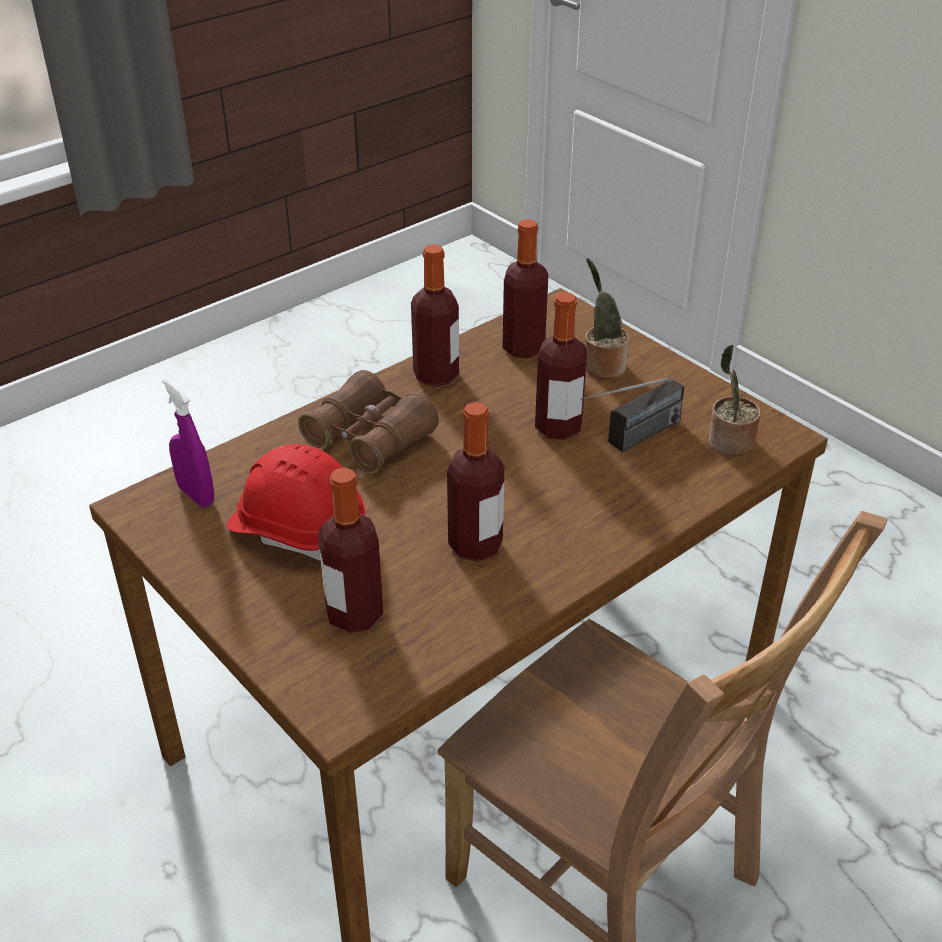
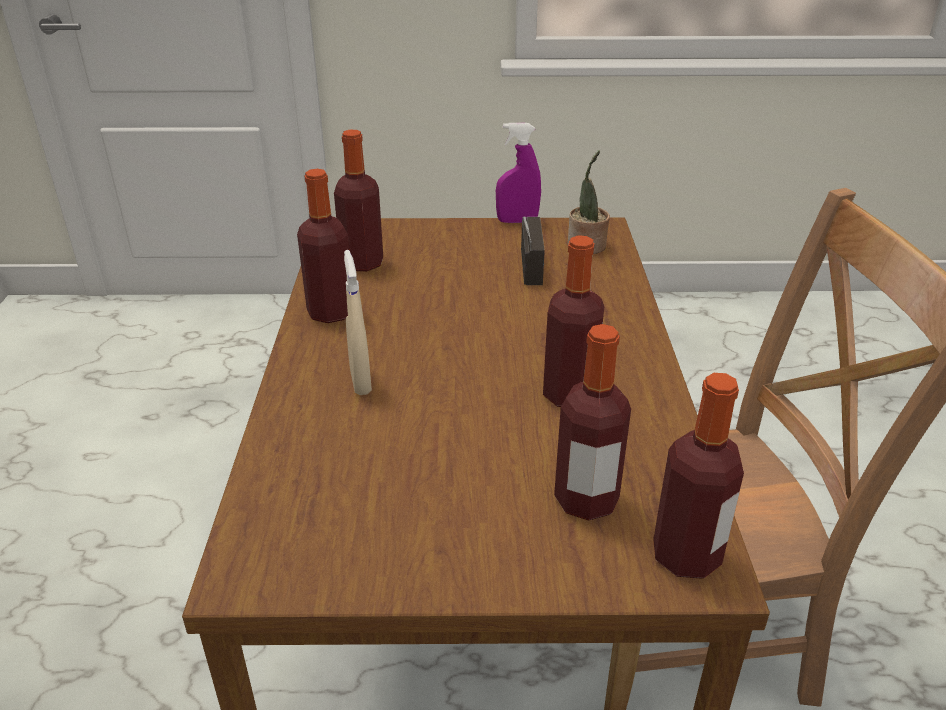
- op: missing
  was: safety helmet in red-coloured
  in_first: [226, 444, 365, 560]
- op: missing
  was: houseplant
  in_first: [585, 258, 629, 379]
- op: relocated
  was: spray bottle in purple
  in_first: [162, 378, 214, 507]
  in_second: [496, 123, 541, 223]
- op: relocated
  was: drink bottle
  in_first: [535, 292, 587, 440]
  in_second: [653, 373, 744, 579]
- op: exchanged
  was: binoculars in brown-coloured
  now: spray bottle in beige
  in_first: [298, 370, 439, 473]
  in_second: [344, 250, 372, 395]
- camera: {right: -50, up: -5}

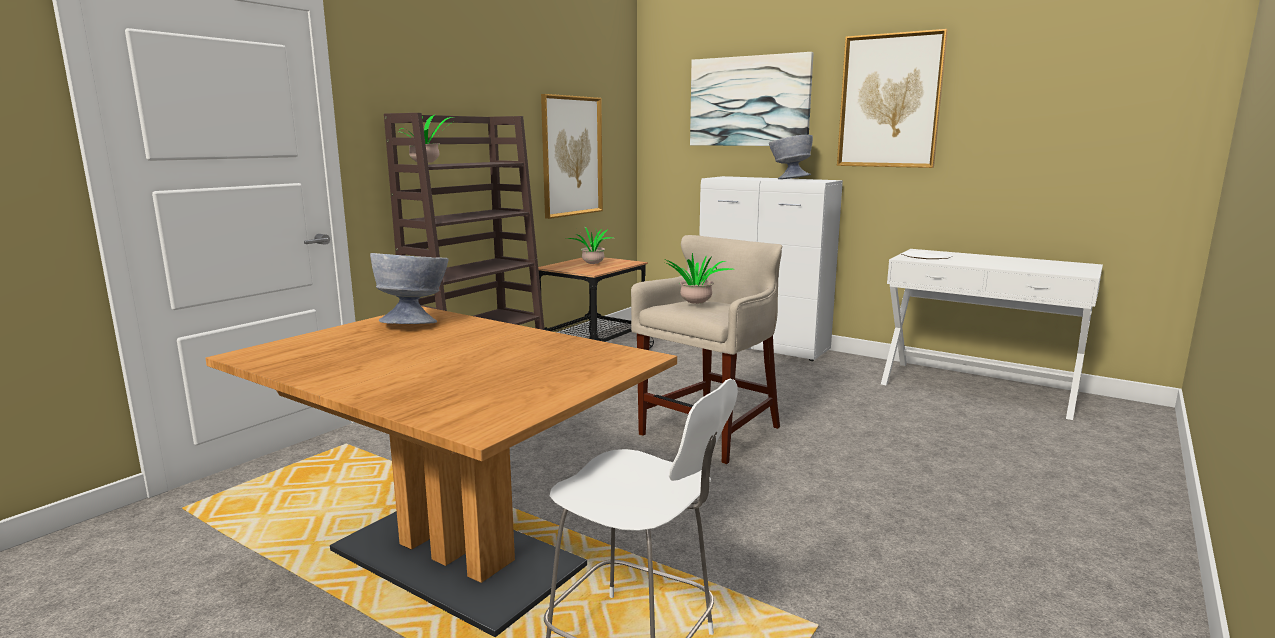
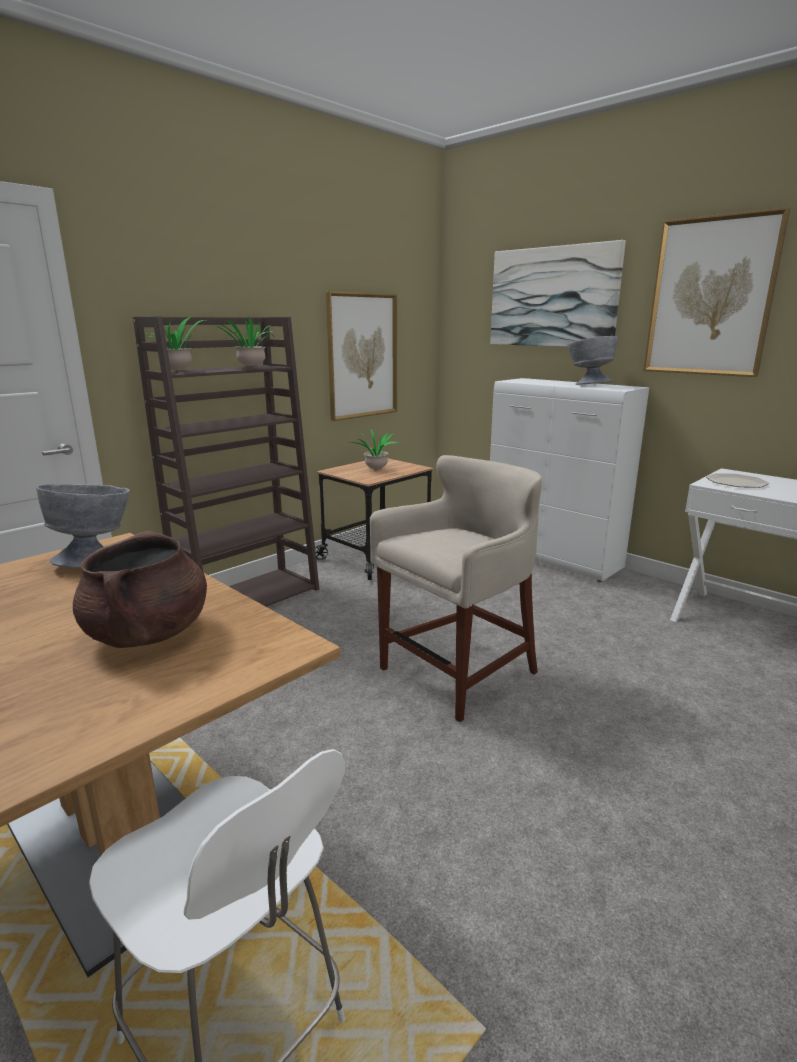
- op: appeared
  now: stockpot in brown-coloured
  in_second: [73, 531, 207, 648]
- op: relocated
  was: houseplant
  in_first: [664, 253, 733, 304]
  in_second: [213, 317, 274, 366]
- camera: {right: 10, up: 5}

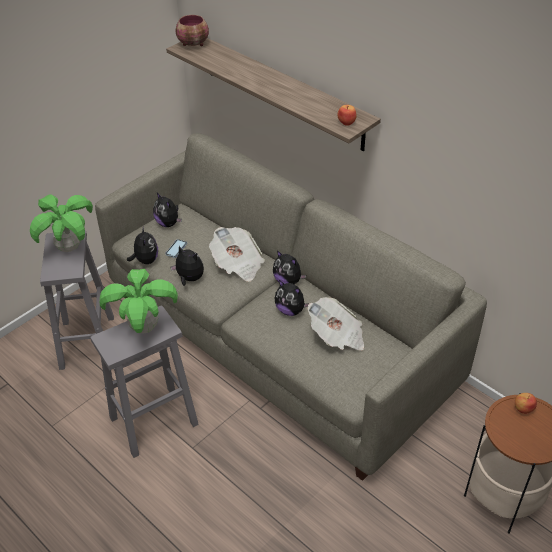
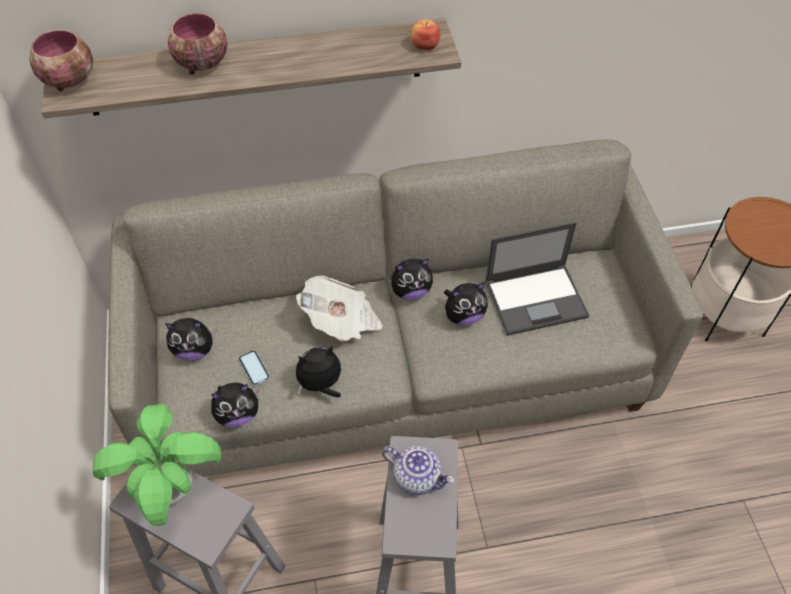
- op: missing
  was: whole apple
  in_first: [515, 393, 537, 414]
- op: appeared
  now: bowl
  in_second: [168, 13, 228, 75]
- op: exchanged
  was: houseplant
  now: pot for tea
  in_first: [100, 269, 178, 333]
  in_second: [382, 446, 454, 495]
- op: exchanged
  was: printed paper
  now: laptop
  in_first: [308, 297, 364, 351]
  in_second: [485, 222, 590, 336]
- op: spun
  was: soft toy
  in_first: [127, 225, 158, 264]
  in_second: [211, 382, 259, 427]
  clockwise: 135
- camera: {right: -55, up: 10}

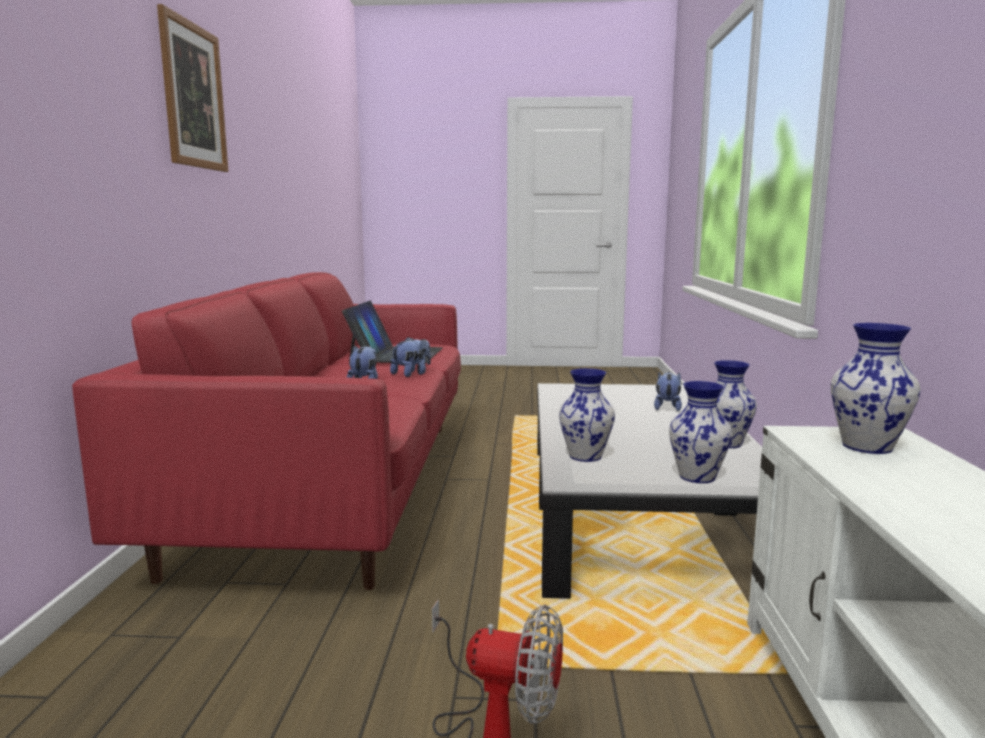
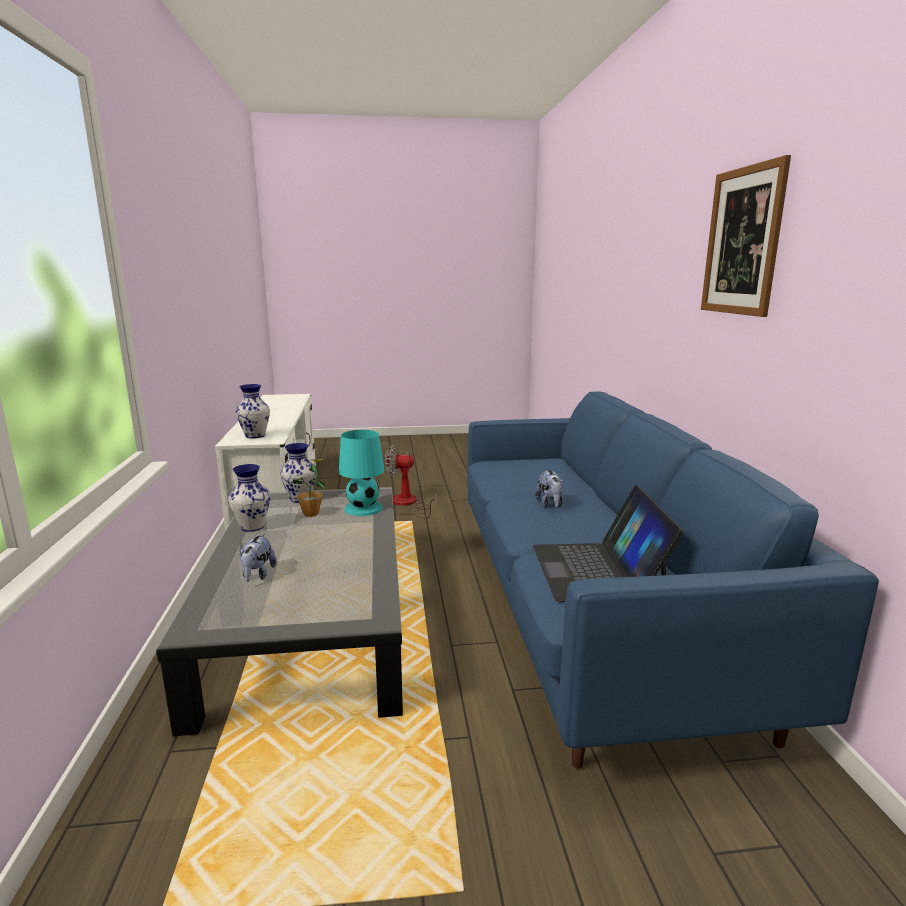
- op: missing
  was: soft toy
  in_first: [390, 337, 431, 377]
- op: appeared
  now: houseplant
  in_second: [291, 459, 326, 517]
- op: exchanged
  was: decorative vase
  now: lamp for a table in turquoise-coloured
  in_first: [559, 368, 615, 462]
  in_second: [339, 430, 384, 516]
- op: colour
  was: couch in red-coloured
  now: couch in blue
  in_first: [72, 272, 461, 590]
  in_second: [467, 391, 879, 768]
- camera: {right: 170, up: 5}

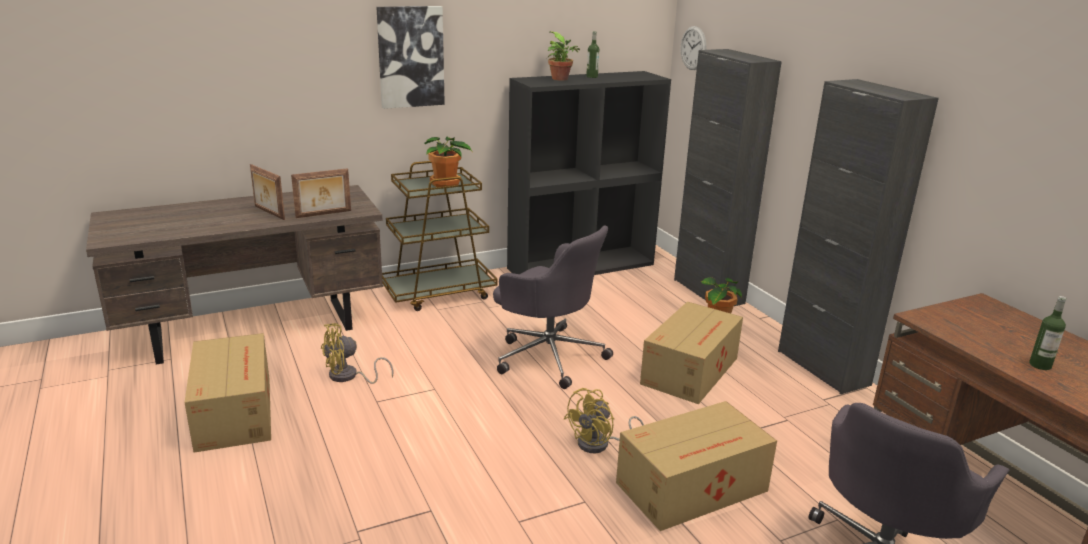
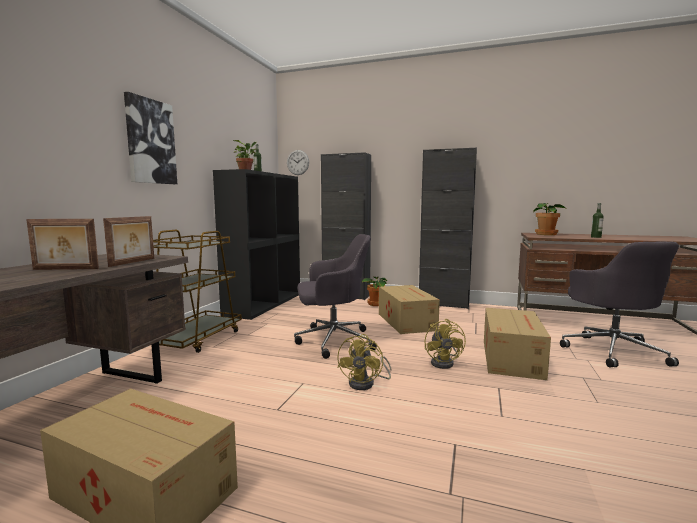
- op: relocated
  was: fan in yellowish
  in_first: [321, 323, 393, 384]
  in_second: [337, 334, 391, 390]
- op: relocated
  was: houseplant
  in_first: [425, 136, 472, 187]
  in_second: [533, 203, 566, 235]
- camera: {right: -45, up: -15}

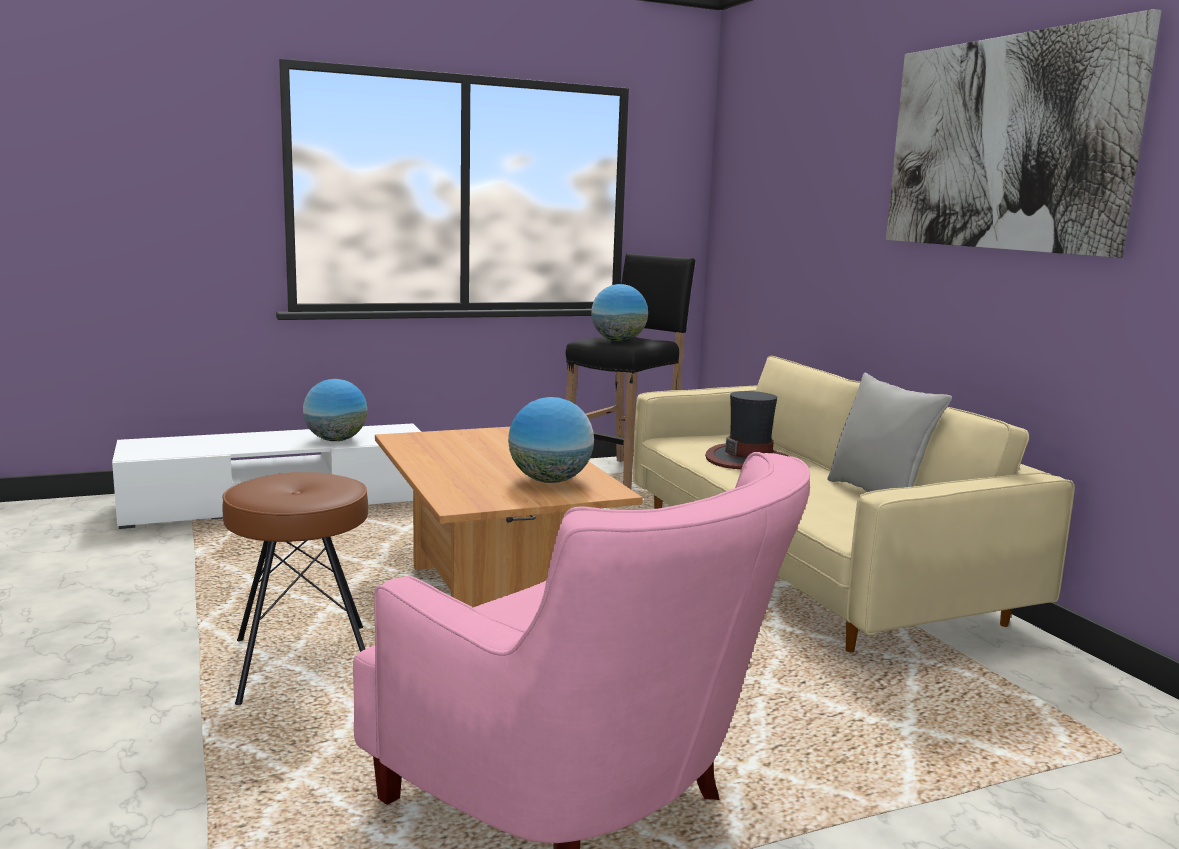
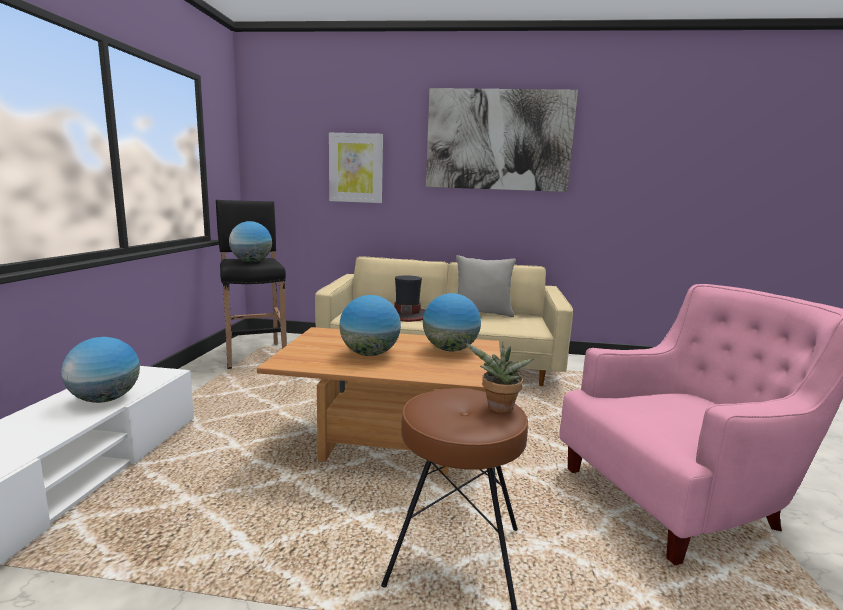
- op: appeared
  now: wall art
  in_second: [329, 133, 383, 203]
- op: appeared
  now: desk globe
  in_second: [339, 295, 401, 356]
- op: appeared
  now: houseplant
  in_second: [465, 342, 533, 413]
- camera: {right: -60, up: 0}

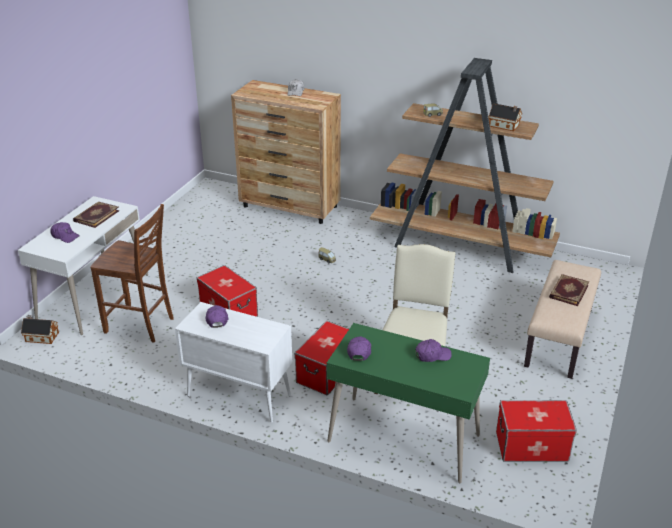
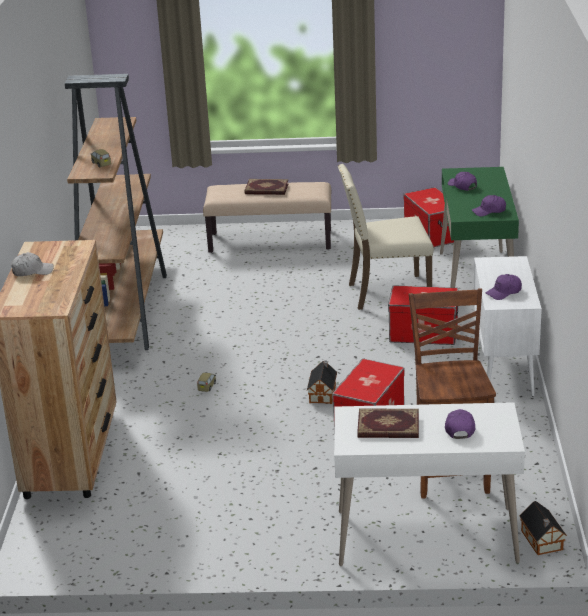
- op: relocated
  was: model house
  in_first: [489, 103, 522, 131]
  in_second: [307, 361, 337, 404]
- camera: {right: -110, up: -5}

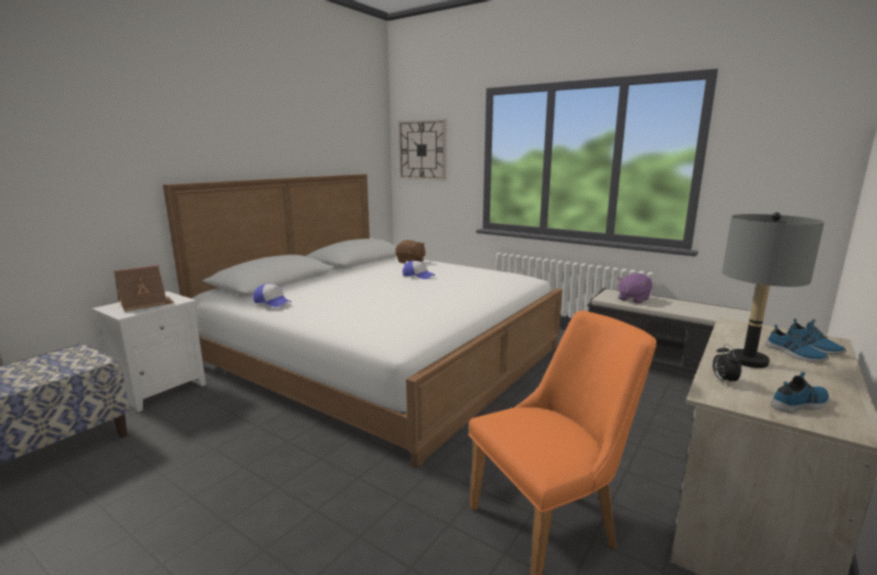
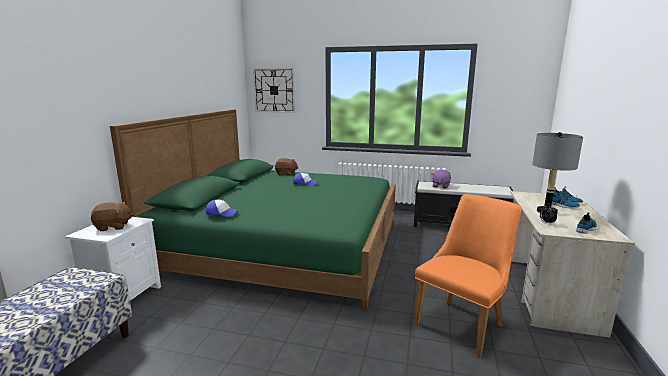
- op: exchanged
  was: model house
  now: soft toy in brown-coloured
  in_first: [114, 265, 175, 312]
  in_second: [91, 202, 134, 231]
- op: colour
  was: bed in white-coloured
  now: bed in greenish
  in_first: [163, 174, 562, 468]
  in_second: [110, 109, 396, 310]
- camera: {right: -20, up: 0}

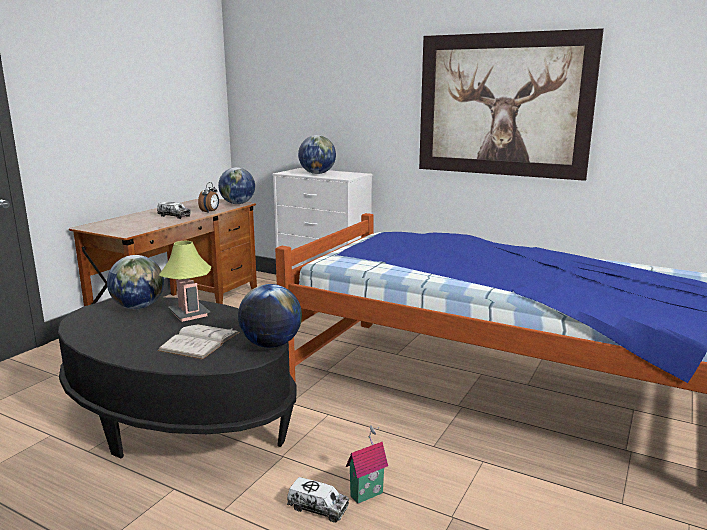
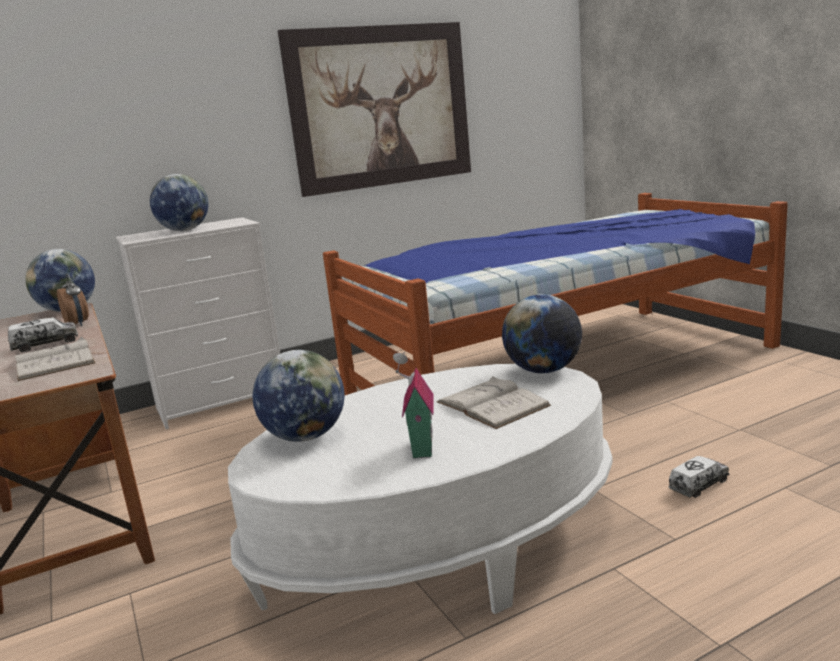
- op: missing
  was: lamp for a table
  in_first: [159, 241, 211, 322]
- op: appeared
  now: bound book in white-coloured
  in_second: [15, 337, 95, 381]
- op: relocated
  was: model house
  in_first: [346, 425, 388, 504]
  in_second: [393, 352, 434, 458]
- op: colour
  was: lounge table in black-coloured
  now: lounge table in white-coloured
  in_first: [58, 297, 297, 458]
  in_second: [228, 364, 613, 614]
- camera: {right: -55, up: 0}

